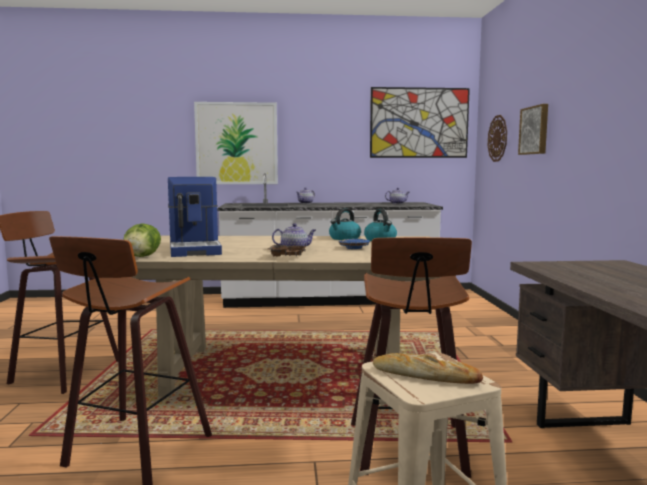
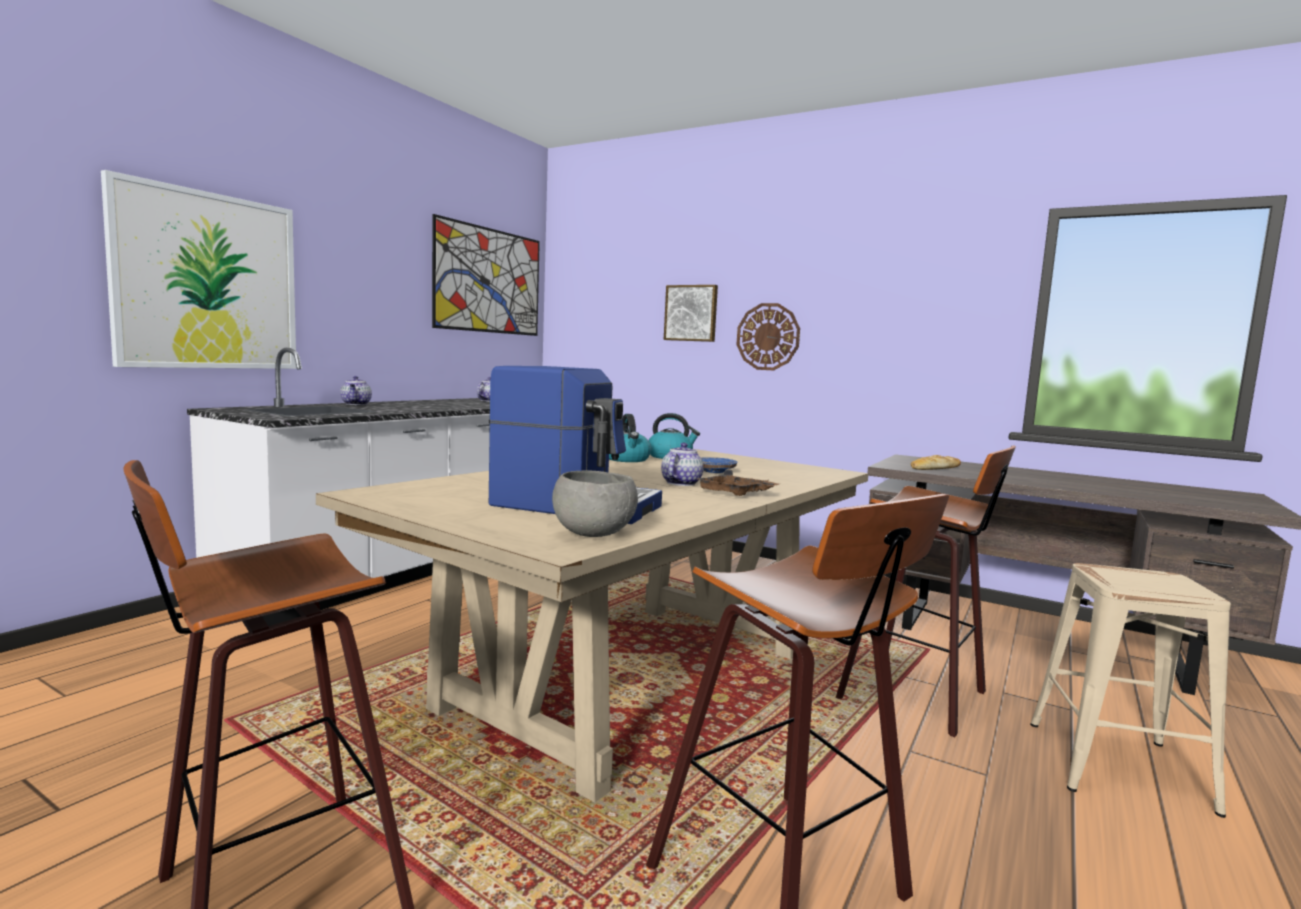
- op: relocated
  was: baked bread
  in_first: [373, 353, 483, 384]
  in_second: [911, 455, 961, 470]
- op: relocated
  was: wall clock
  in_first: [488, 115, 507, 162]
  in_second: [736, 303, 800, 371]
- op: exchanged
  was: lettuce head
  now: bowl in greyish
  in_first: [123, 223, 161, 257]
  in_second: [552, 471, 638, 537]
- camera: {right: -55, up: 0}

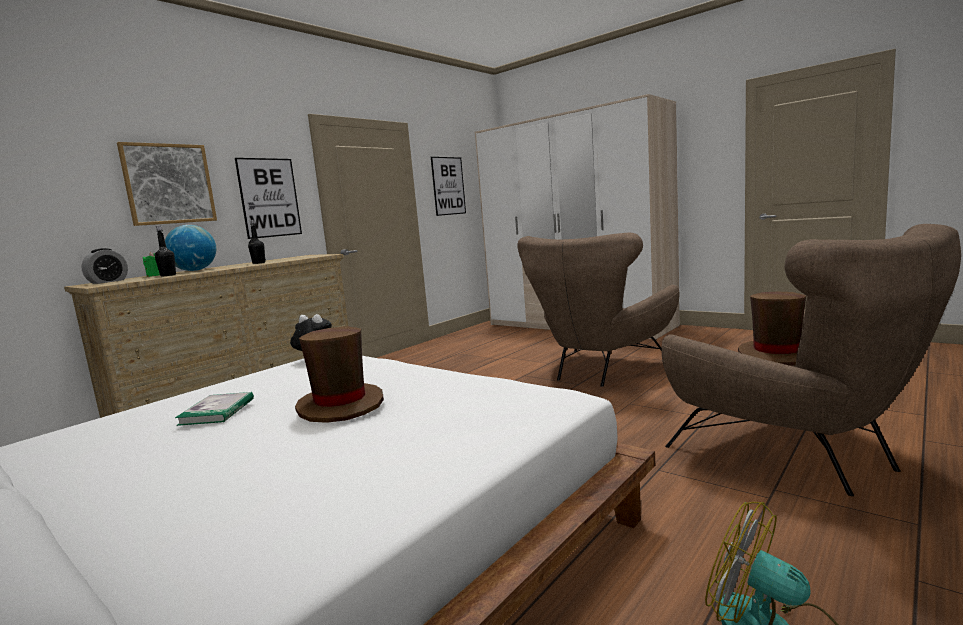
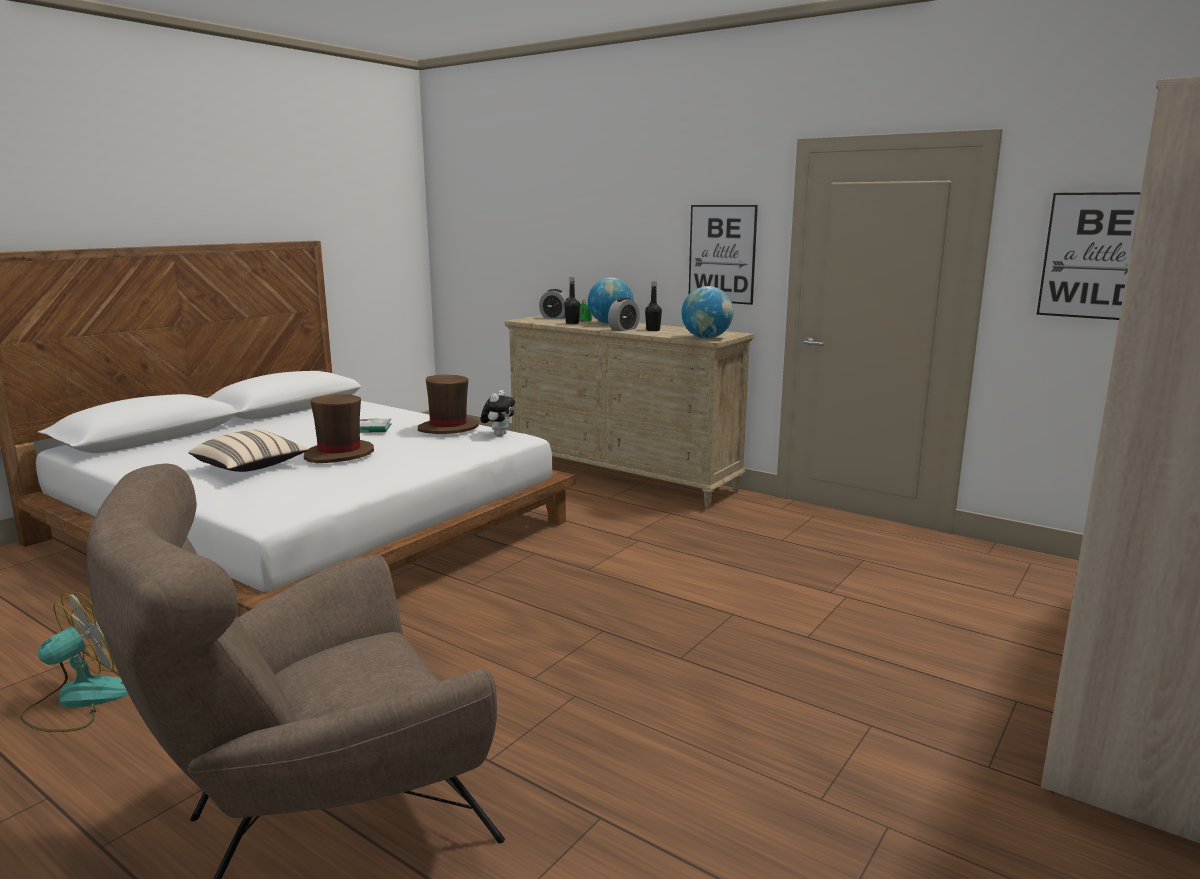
- op: missing
  was: wall art
  in_first: [117, 142, 217, 226]
- op: missing
  was: armchair in brown-coloured
  in_first: [517, 233, 679, 387]
- op: appeared
  now: pillow in beige
  in_second: [188, 430, 310, 472]
- op: appeared
  now: bedside clock
  in_second: [608, 298, 640, 331]
- op: appeared
  now: desk globe
  in_second: [681, 286, 733, 338]
- op: relocated
  was: wearable hat in brown-coloured
  in_first: [738, 292, 806, 366]
  in_second: [418, 374, 478, 434]
- camera: {right: 85, up: 5}

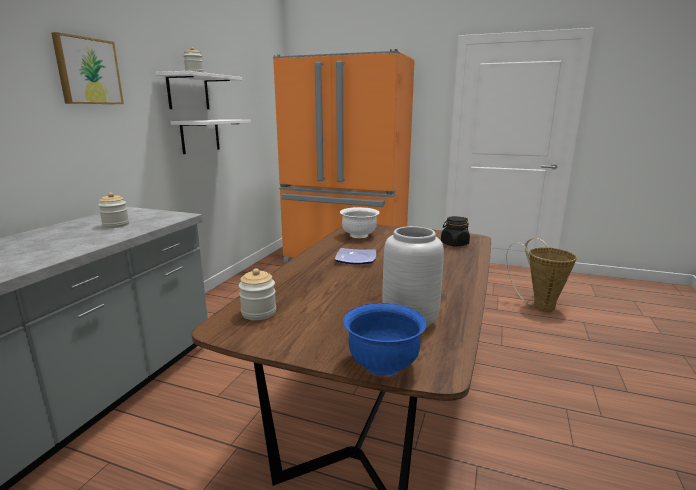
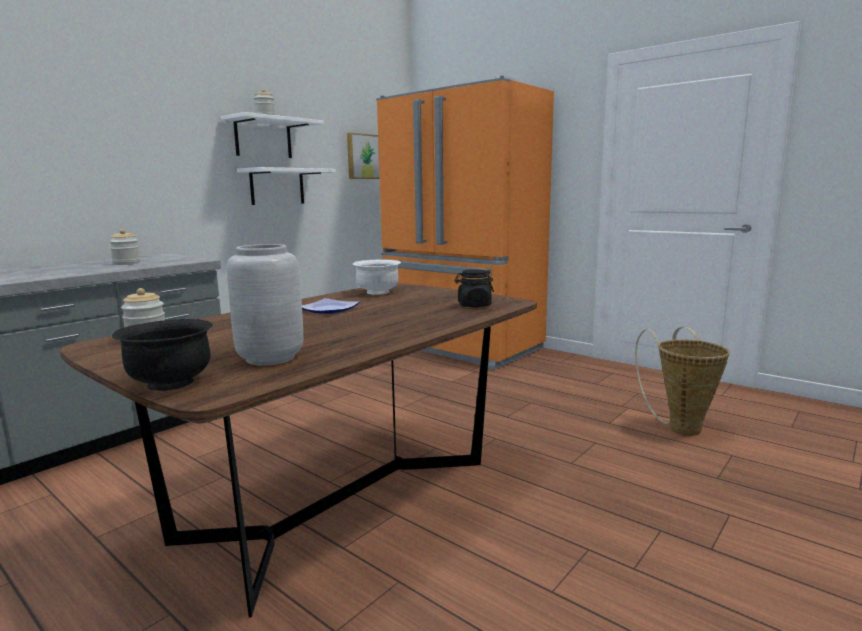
- op: relocated
  was: wall art
  in_first: [51, 32, 124, 104]
  in_second: [347, 133, 380, 179]
- op: colour
  was: bowl in blue
  now: bowl in black-coloured
  in_first: [343, 303, 426, 376]
  in_second: [112, 319, 213, 391]
- camera: {right: 20, up: -5}

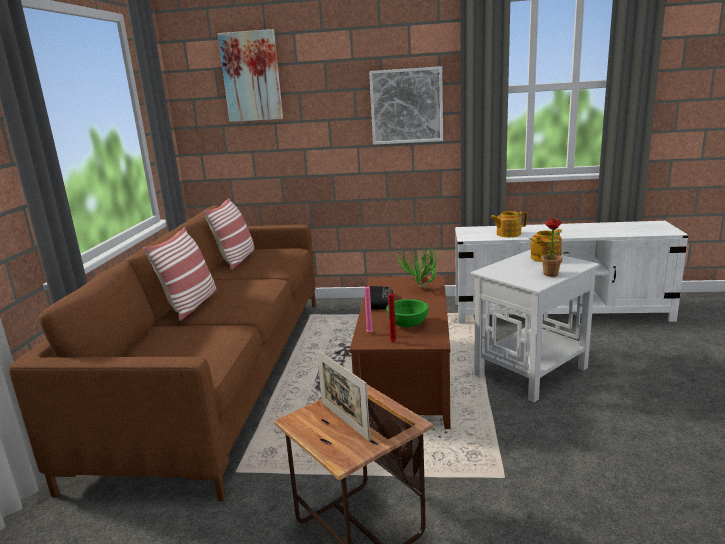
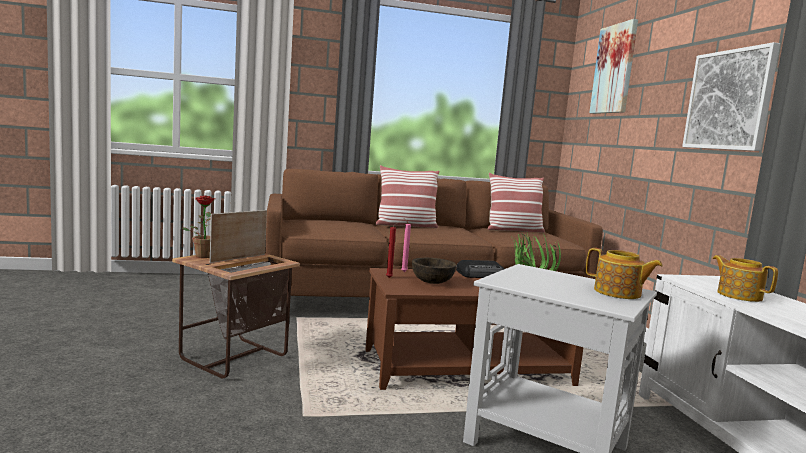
- op: relocated
  was: houseplant
  in_first: [529, 219, 569, 277]
  in_second: [182, 196, 215, 258]
- op: colour
  was: bowl in greenish
  now: bowl in brown-coloured
  in_first: [386, 299, 428, 327]
  in_second: [412, 258, 456, 284]
- camera: {right: 70, up: -10}

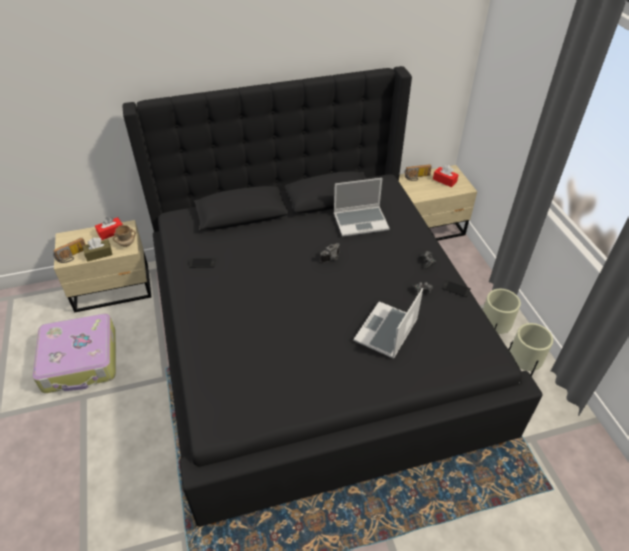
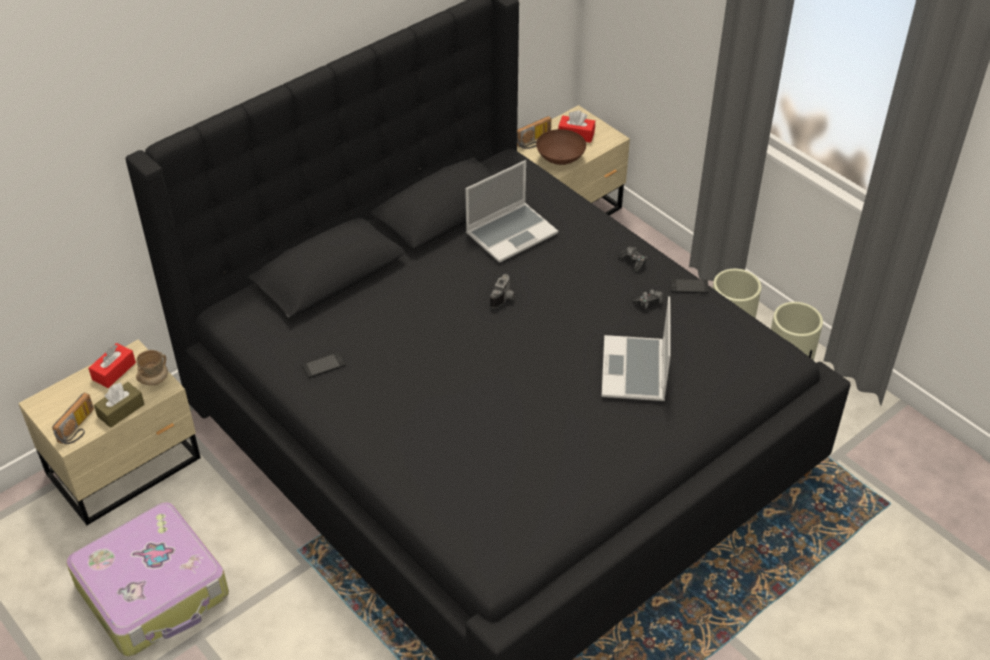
- op: appeared
  now: bowl in brown-coloured
  in_second: [536, 129, 586, 165]
- camera: {right: -25, up: 0}

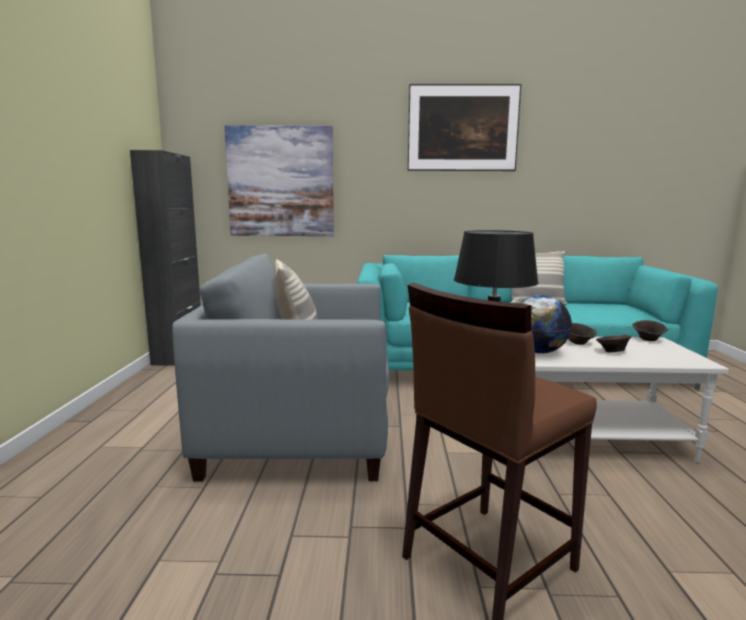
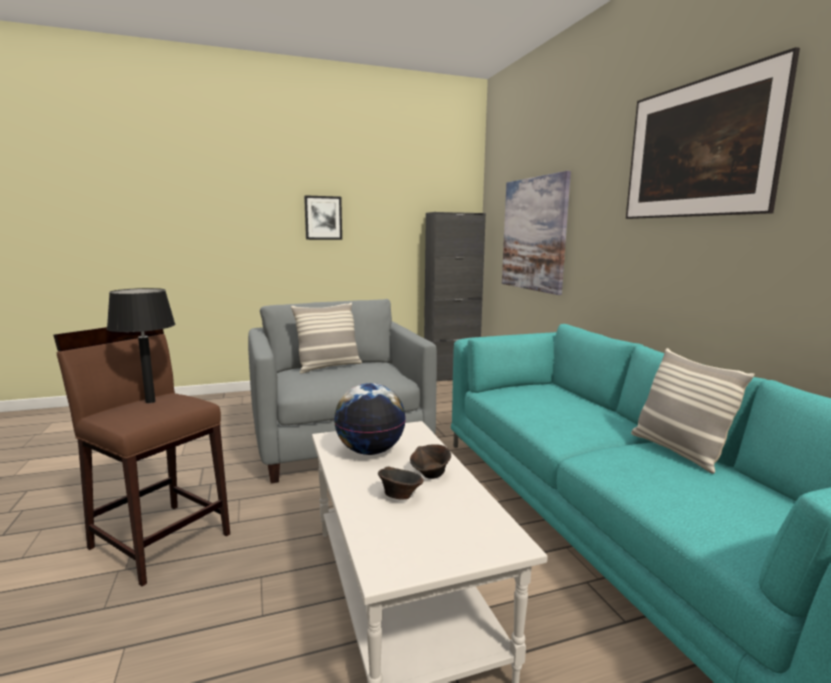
- op: missing
  was: bowl in brown-coloured
  in_first: [632, 320, 668, 341]
- op: appeared
  now: wall art
  in_second: [304, 195, 342, 240]
- camera: {right: 70, up: 0}

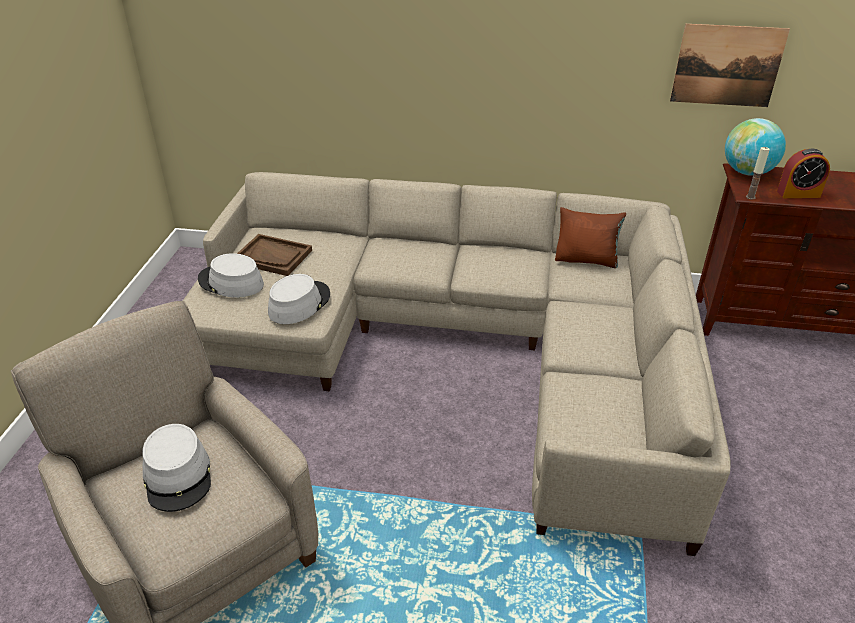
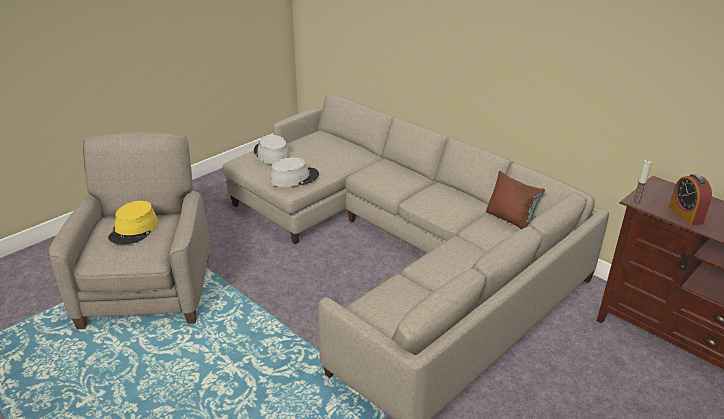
- op: missing
  was: tray in brown-coloured
  in_first: [237, 234, 312, 276]
- op: missing
  was: wall art
  in_first: [670, 24, 790, 107]
- op: missing
  was: desk globe
  in_first: [725, 118, 786, 176]
- op: colour
  was: wearable hat in greyish
  now: wearable hat in yellowish
  in_first: [142, 424, 211, 512]
  in_second: [108, 201, 158, 244]
- op: spun
  was: bedside clock
  in_first: [777, 149, 830, 198]
  in_second: [669, 174, 712, 225]
  clockwise: 45
- camera: {right: 35, up: -5}

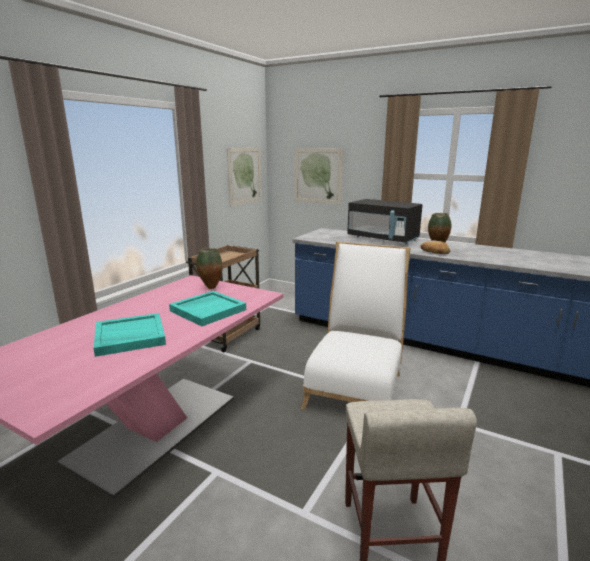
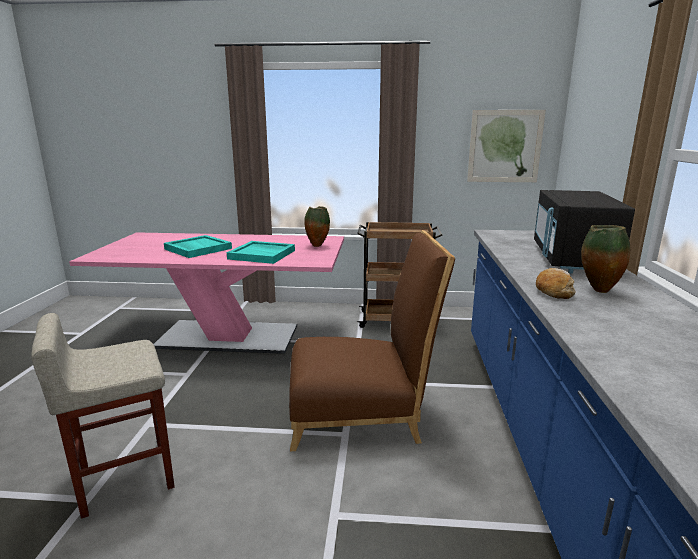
- op: missing
  was: wall art
  in_first: [295, 148, 343, 205]
- op: colour
  was: plain chair in white-coloured
  now: plain chair in brown-coloured
  in_first: [301, 242, 410, 410]
  in_second: [289, 230, 455, 451]
- camera: {right: 65, up: 0}

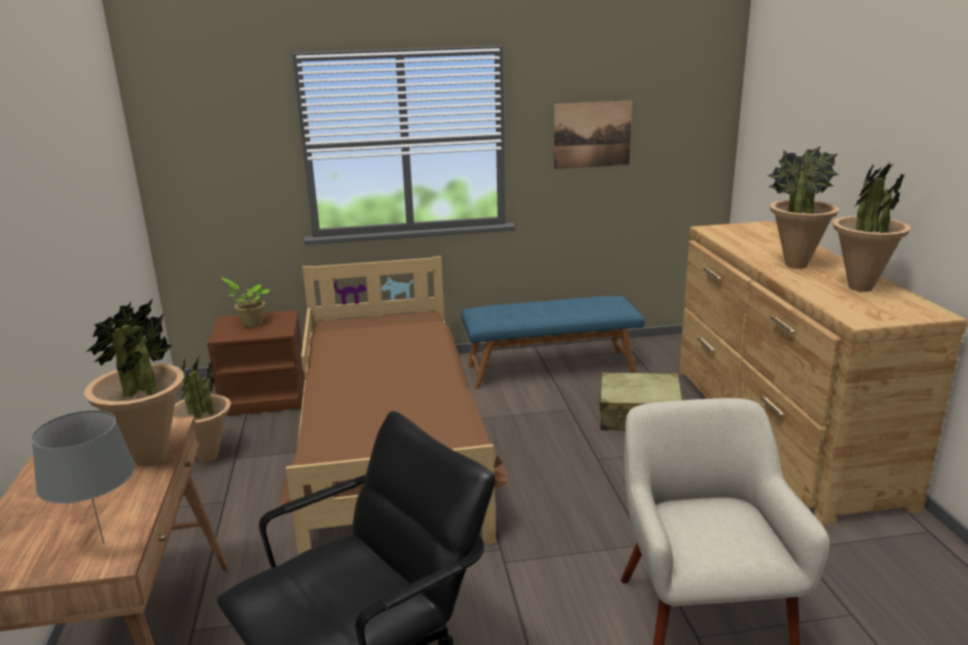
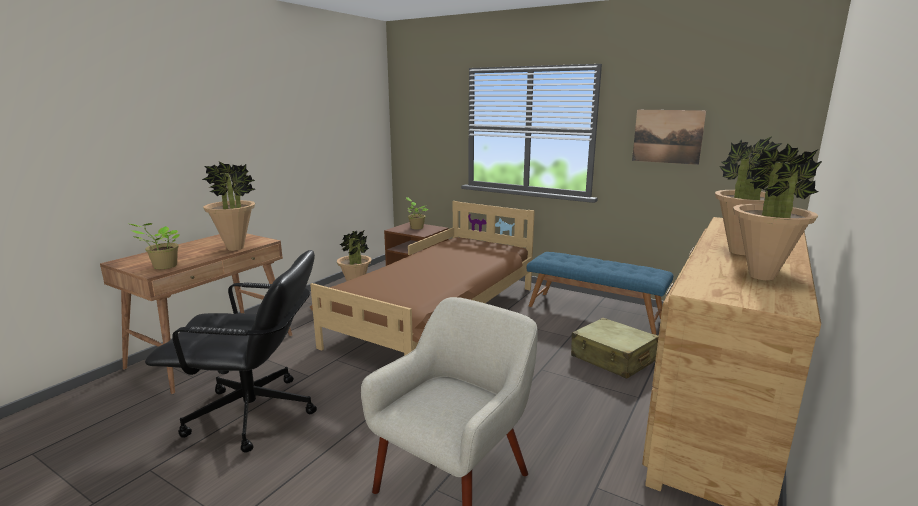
- op: exchanged
  was: lamp for a table in greyish
  now: houseplant
  in_first: [31, 410, 135, 544]
  in_second: [130, 223, 180, 269]
- camera: {right: 40, up: -5}

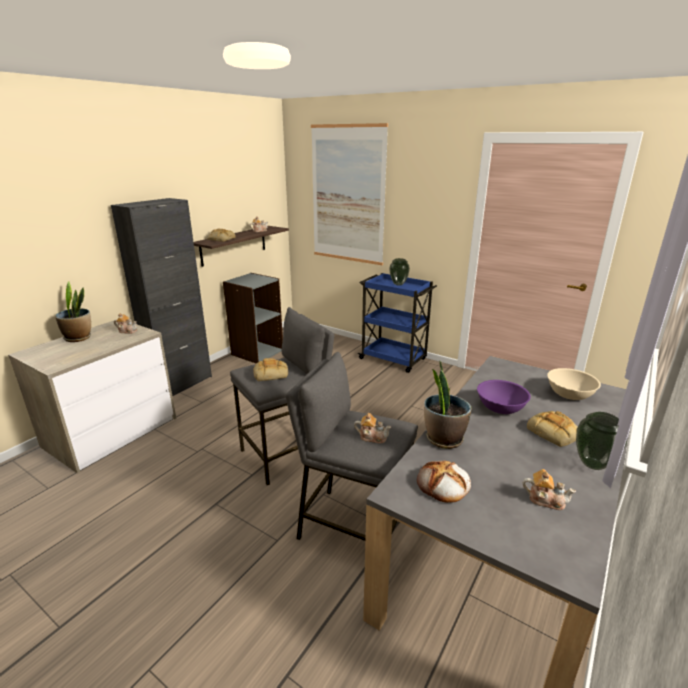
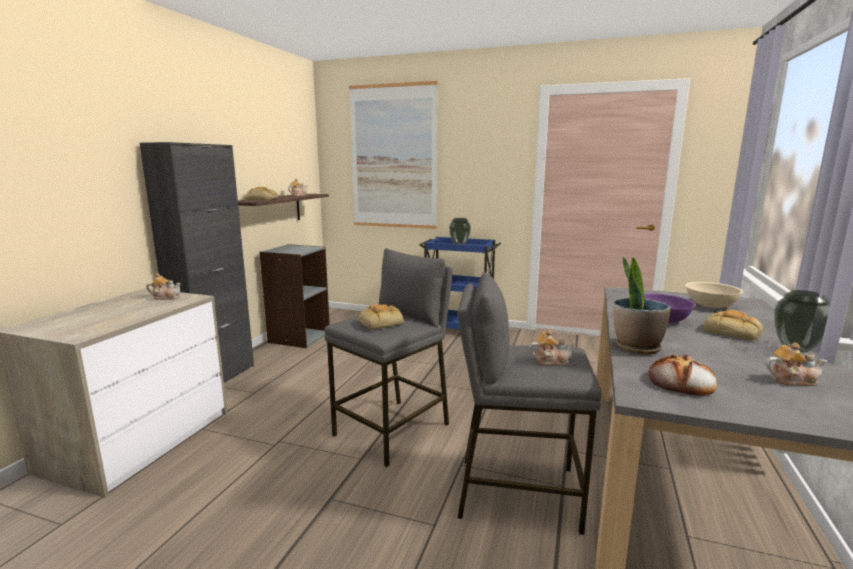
- op: missing
  was: houseplant
  in_first: [55, 281, 91, 342]
- camera: {right: -15, up: -10}

